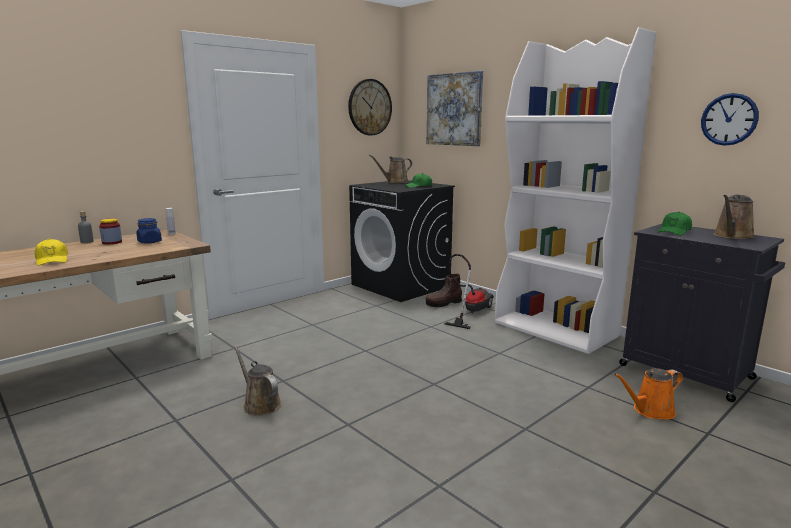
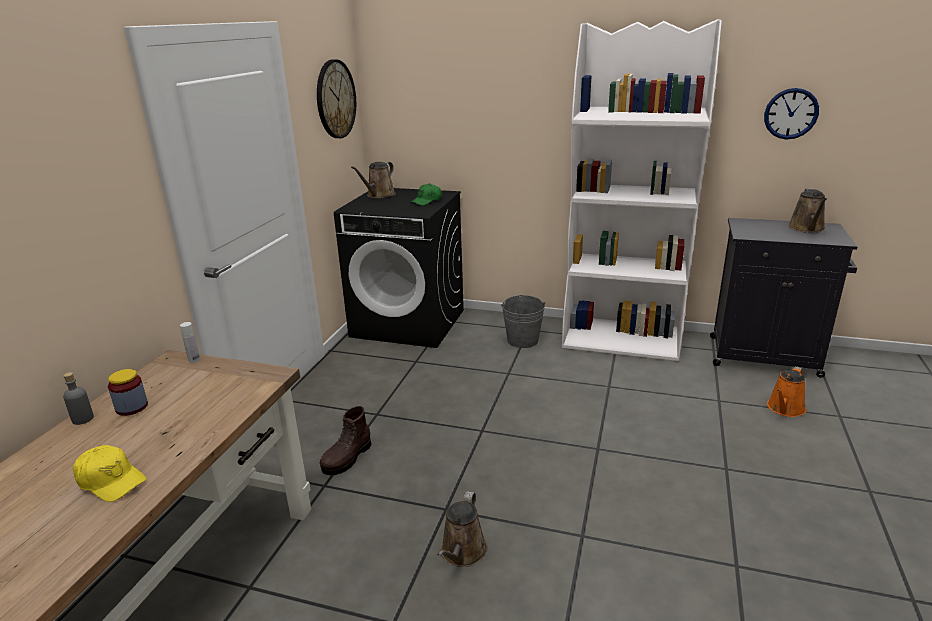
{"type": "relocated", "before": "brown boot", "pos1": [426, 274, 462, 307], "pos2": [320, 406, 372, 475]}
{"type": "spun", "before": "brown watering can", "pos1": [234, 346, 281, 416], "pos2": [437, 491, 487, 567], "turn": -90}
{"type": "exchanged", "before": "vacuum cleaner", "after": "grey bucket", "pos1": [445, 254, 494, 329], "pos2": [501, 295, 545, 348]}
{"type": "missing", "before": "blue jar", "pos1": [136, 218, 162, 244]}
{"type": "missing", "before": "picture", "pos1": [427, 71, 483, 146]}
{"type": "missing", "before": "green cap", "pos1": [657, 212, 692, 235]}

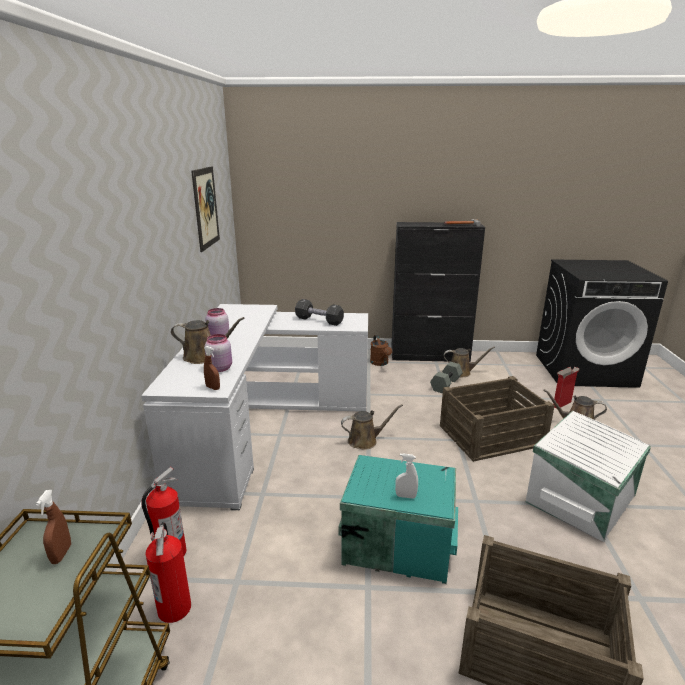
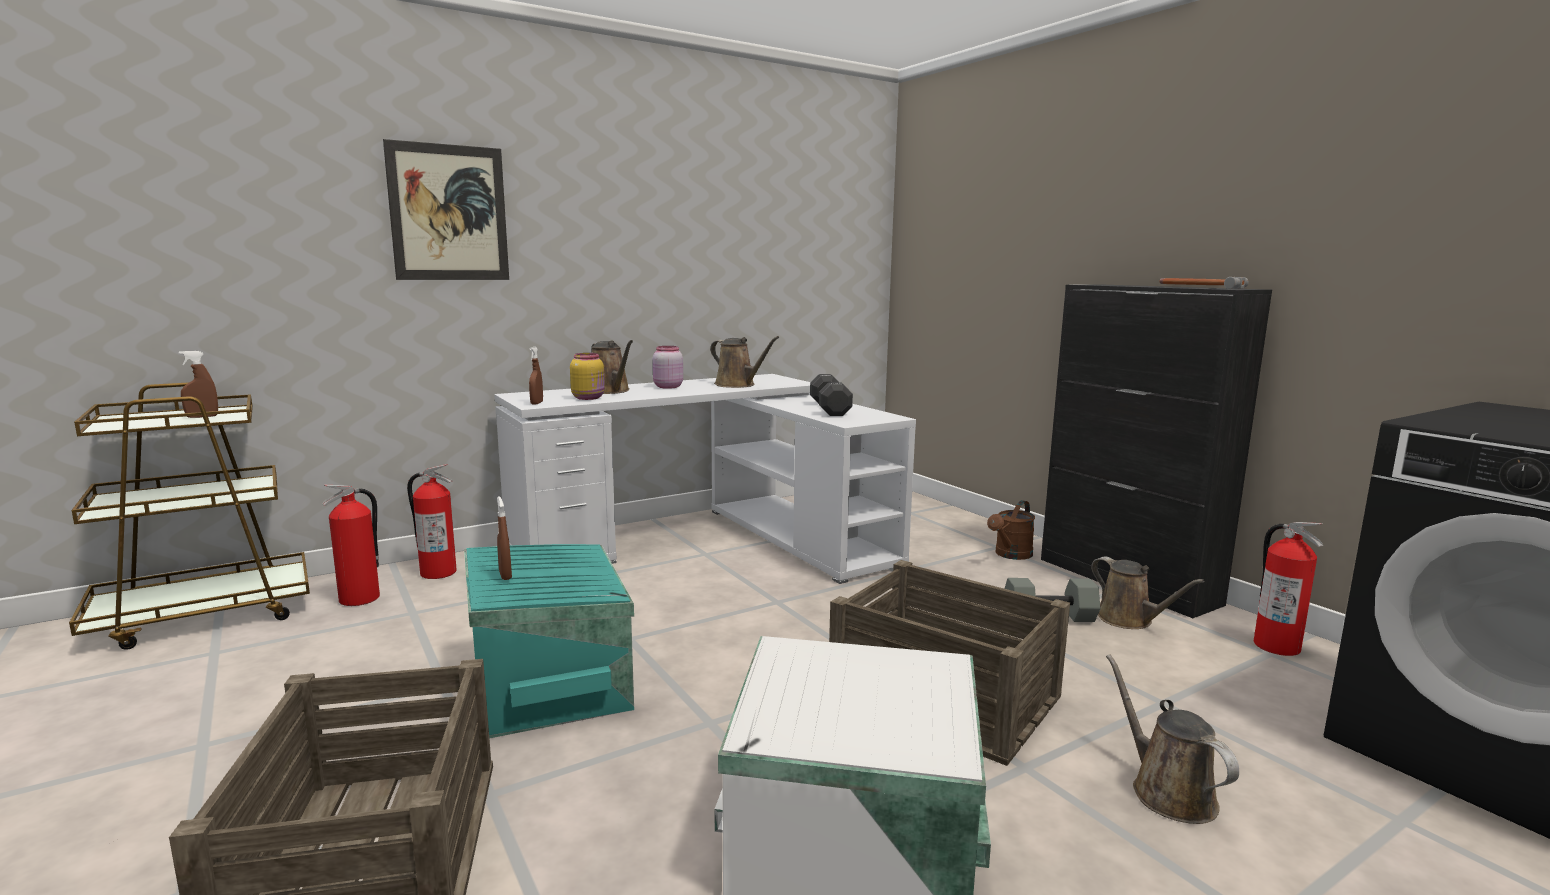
{"type": "relocated", "before": "picture", "pos1": [191, 166, 220, 252], "pos2": [383, 139, 509, 280]}
{"type": "colour", "before": "white spray bottle", "after": "brown spray bottle", "pos1": [395, 453, 418, 499], "pos2": [497, 496, 512, 580]}
{"type": "colour", "before": "pink jar", "after": "yellow jar", "pos1": [205, 334, 232, 372], "pos2": [570, 353, 605, 400]}
{"type": "relocated", "before": "brown watering can", "pos1": [341, 404, 403, 450], "pos2": [710, 336, 779, 388]}
{"type": "appeared", "after": "fire extinguisher", "pos2": [1254, 522, 1323, 656]}
{"type": "missing", "before": "cardboard box", "pos1": [553, 367, 580, 408]}

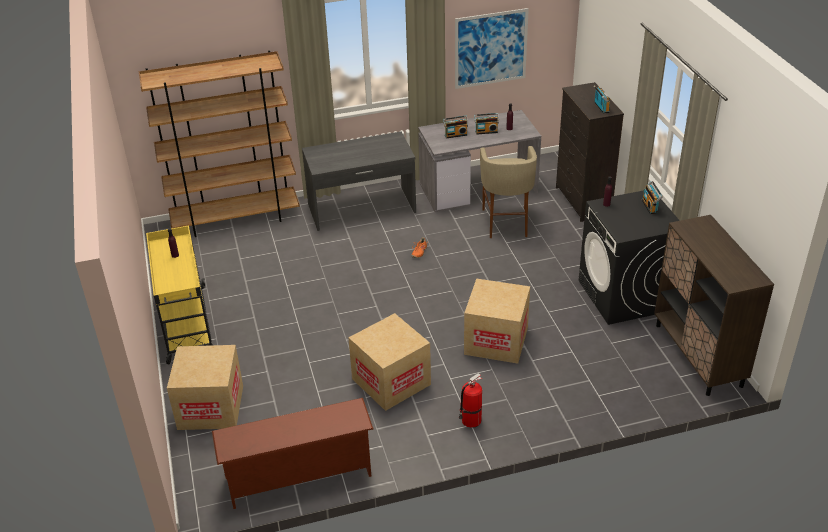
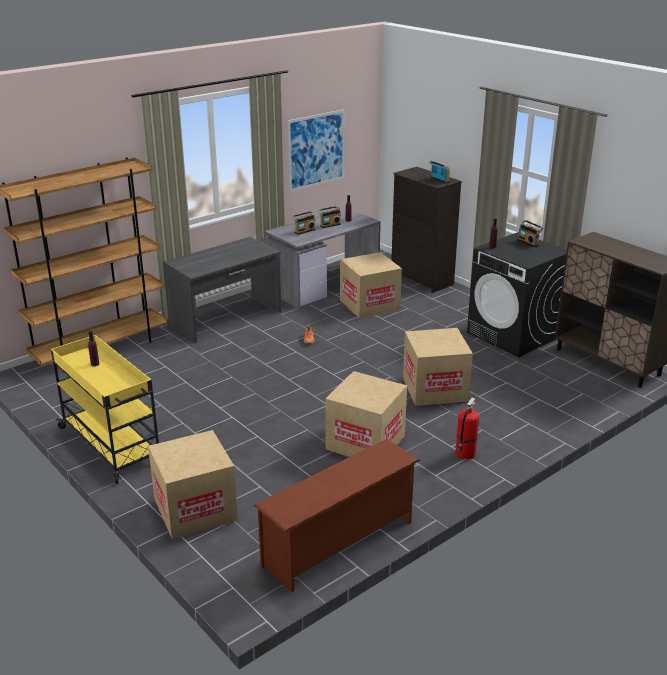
{"type": "exchanged", "before": "beige stool", "after": "cardboard box", "pos1": [480, 146, 537, 238], "pos2": [340, 252, 402, 319]}

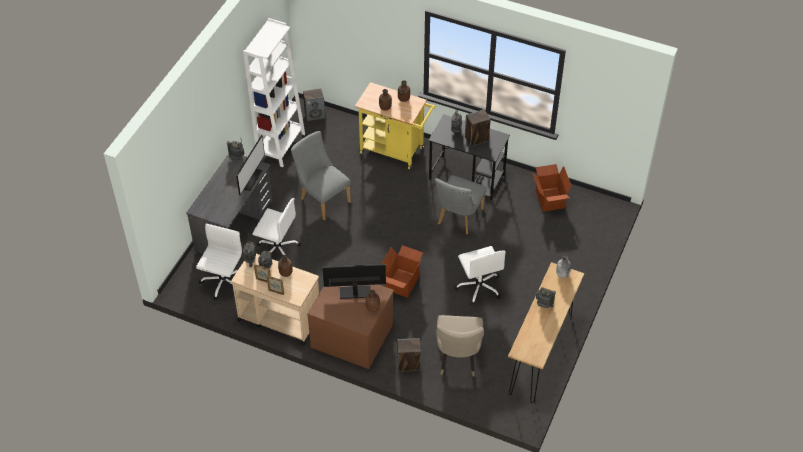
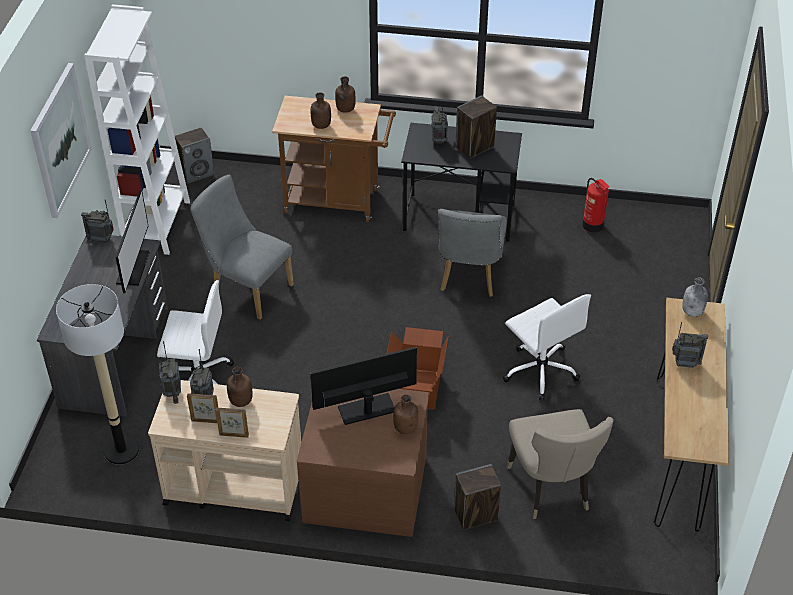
{"type": "appeared", "after": "picture", "pos2": [30, 63, 92, 218]}
{"type": "exchanged", "before": "white office chair", "after": "floor lamp", "pos1": [196, 224, 242, 301], "pos2": [56, 284, 139, 465]}
{"type": "colour", "before": "yellow cart", "after": "brown cart", "pos1": [355, 82, 435, 169], "pos2": [272, 96, 396, 222]}
{"type": "exchanged", "before": "cardboard box", "after": "fire extinguisher", "pos1": [532, 164, 572, 212], "pos2": [582, 178, 610, 232]}

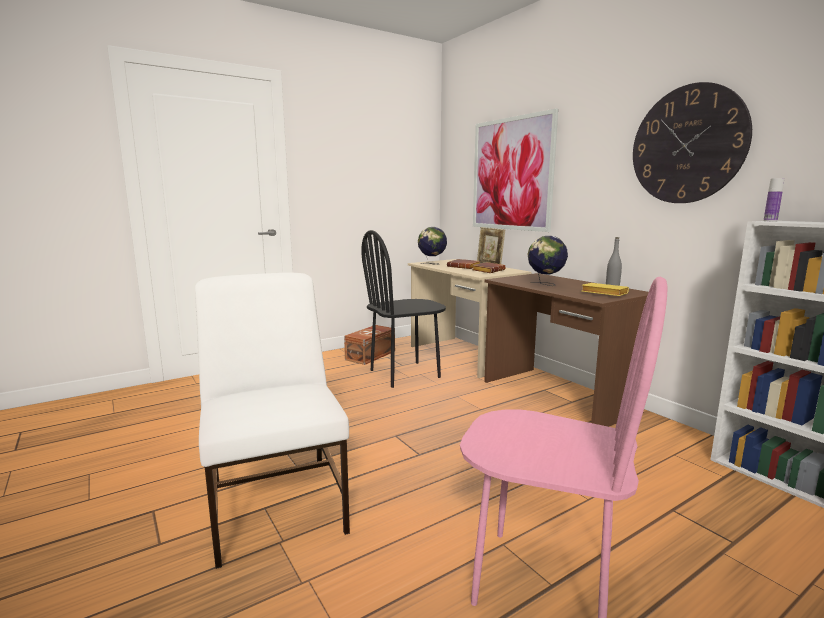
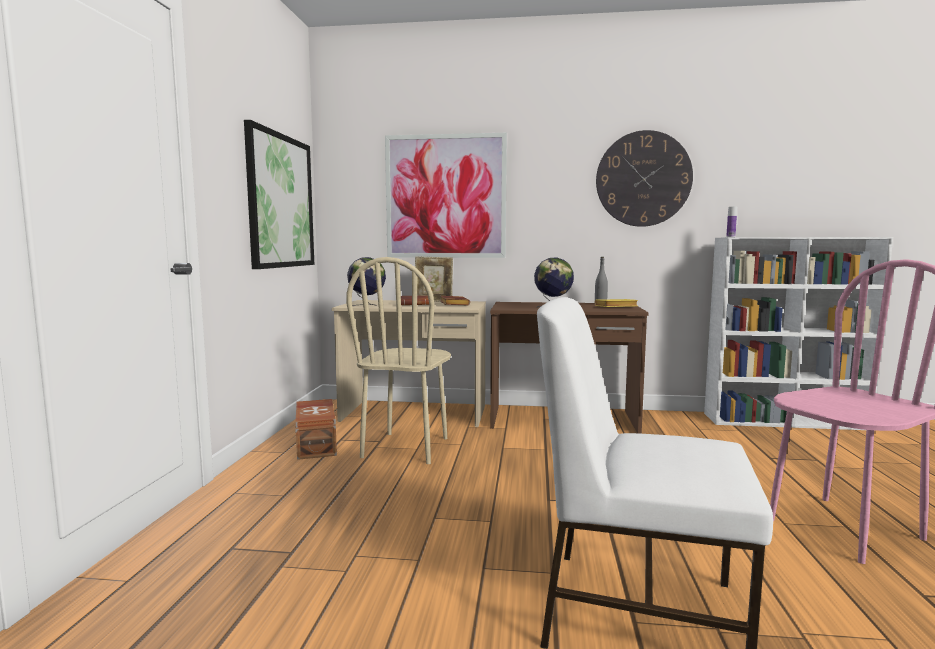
{"type": "appeared", "after": "picture", "pos2": [244, 120, 314, 269]}
{"type": "colour", "before": "black chair", "after": "beige chair", "pos1": [361, 230, 446, 388], "pos2": [346, 257, 451, 464]}

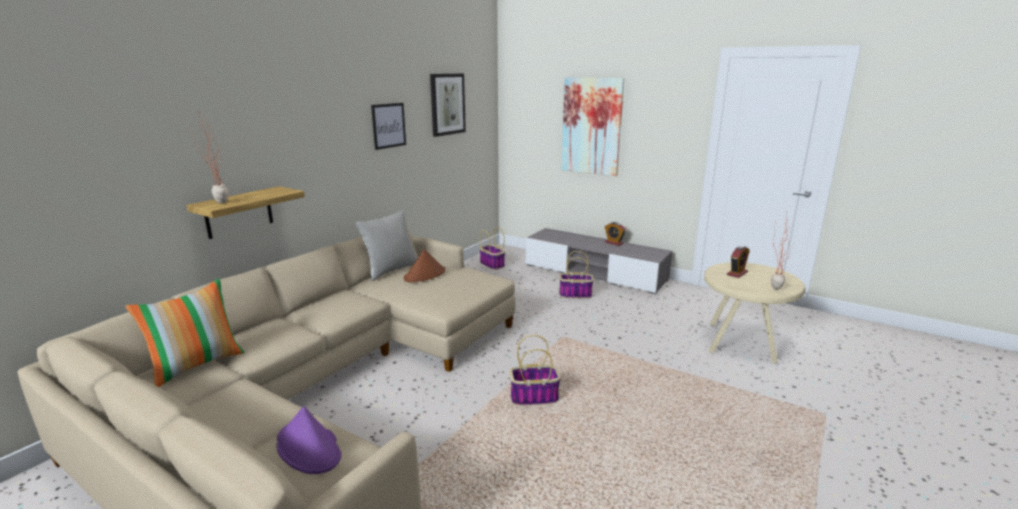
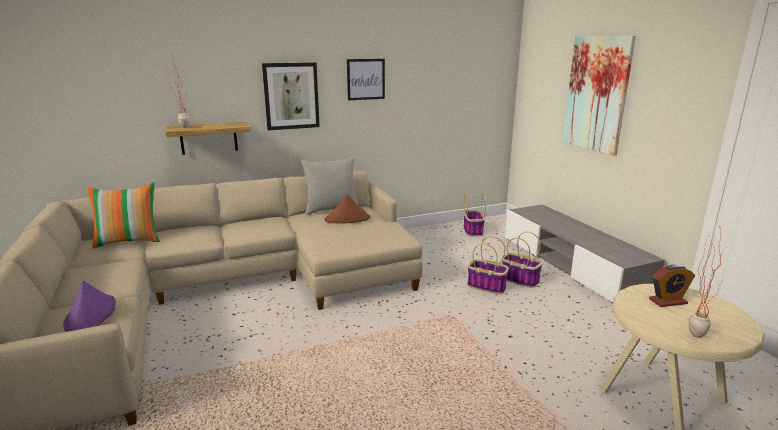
{"type": "relocated", "before": "picture", "pos1": [430, 74, 466, 137], "pos2": [262, 62, 320, 130]}
{"type": "relocated", "before": "basket", "pos1": [510, 335, 561, 405], "pos2": [467, 236, 509, 294]}
{"type": "missing", "before": "alarm clock", "pos1": [605, 222, 626, 246]}

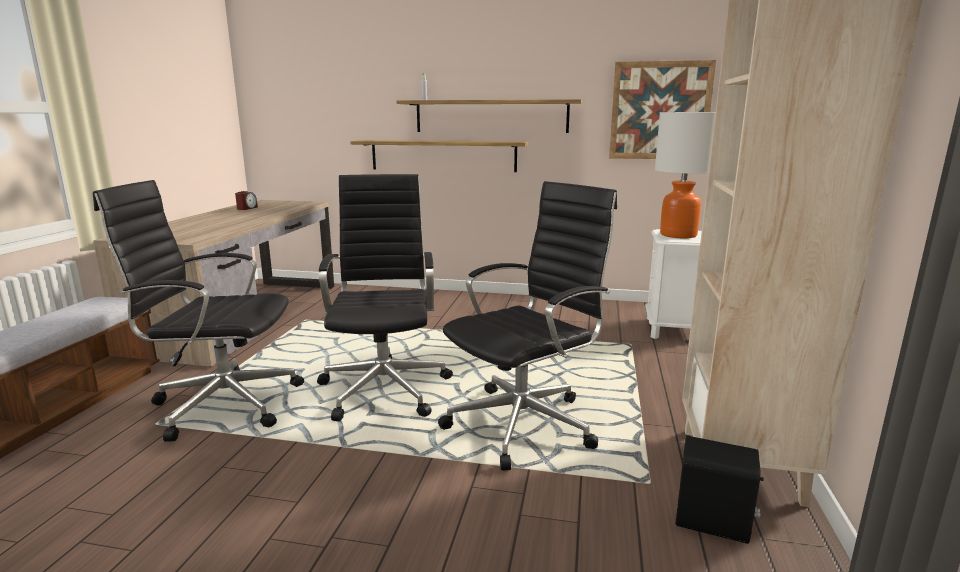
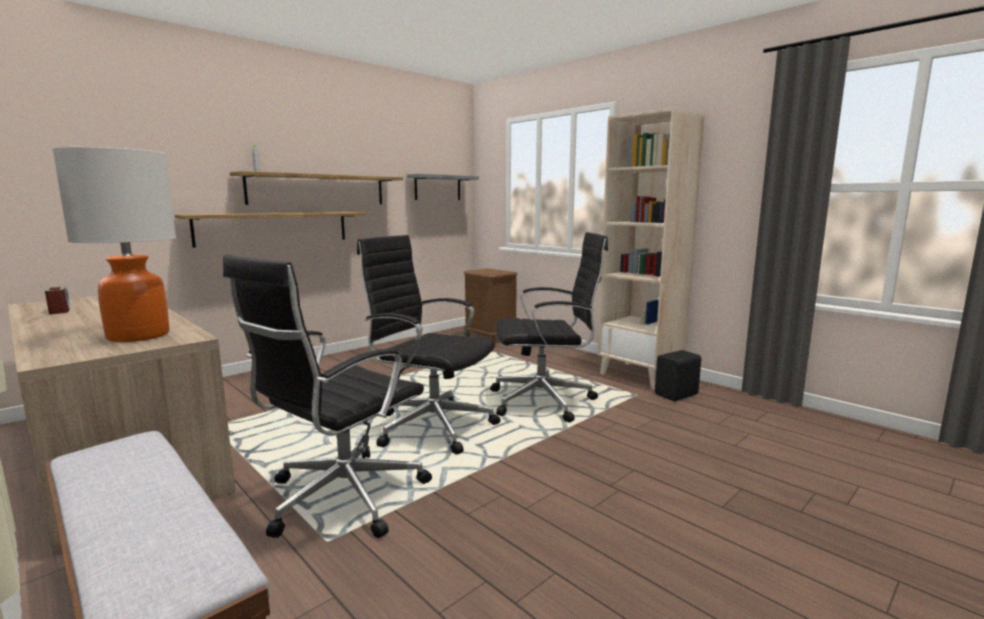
{"type": "relocated", "before": "table lamp", "pos1": [655, 112, 715, 238], "pos2": [53, 147, 176, 342]}
{"type": "exchanged", "before": "picture", "after": "grey shelf", "pos1": [609, 60, 716, 159], "pos2": [407, 174, 479, 200]}
{"type": "colour", "before": "white nightstand", "after": "brown nightstand", "pos1": [645, 229, 702, 339], "pos2": [463, 268, 518, 344]}
{"type": "spun", "before": "black office chair", "pos1": [438, 181, 617, 470], "pos2": [490, 232, 608, 422], "turn": 90}

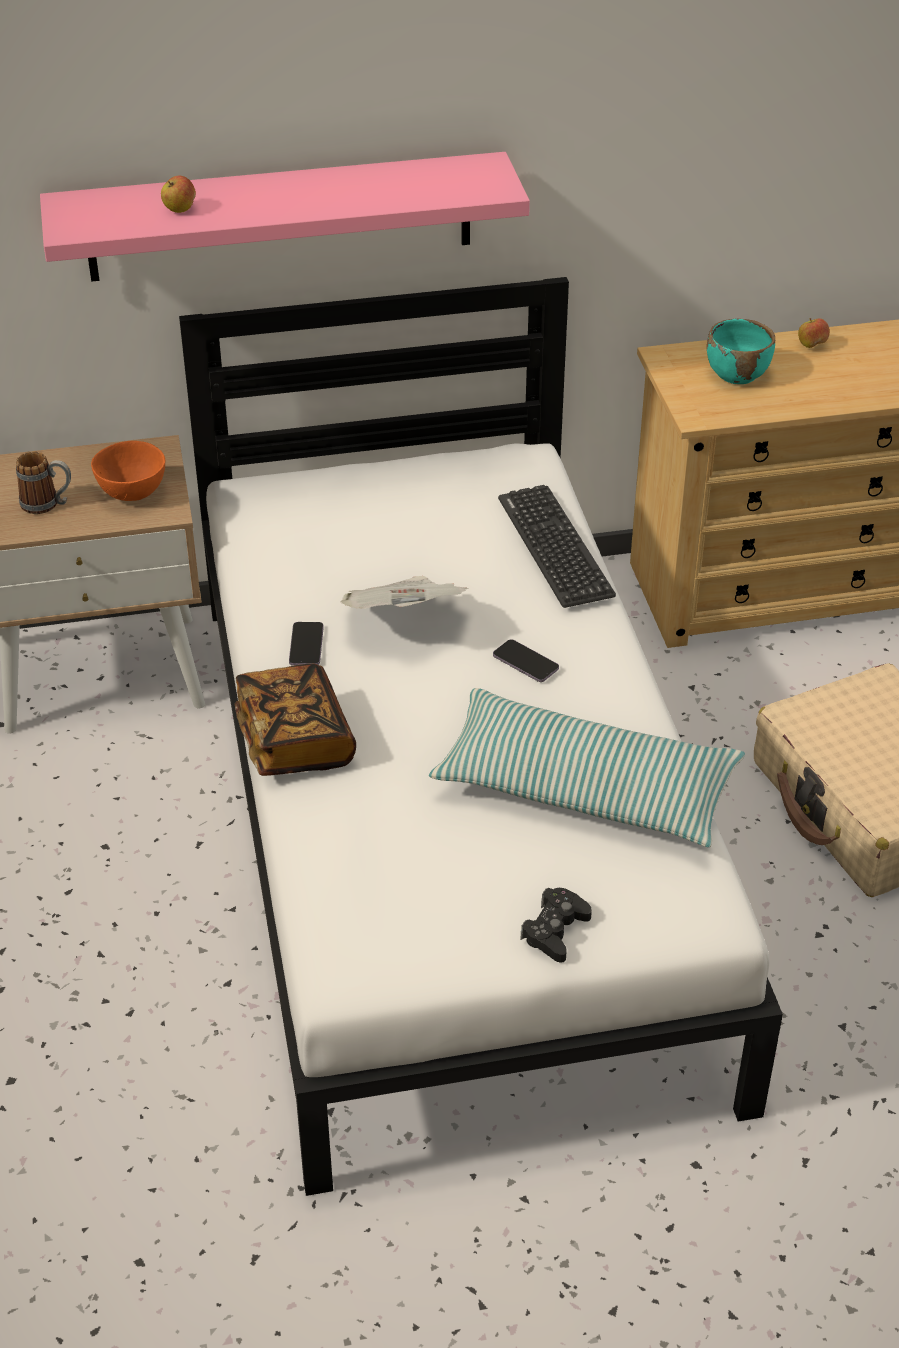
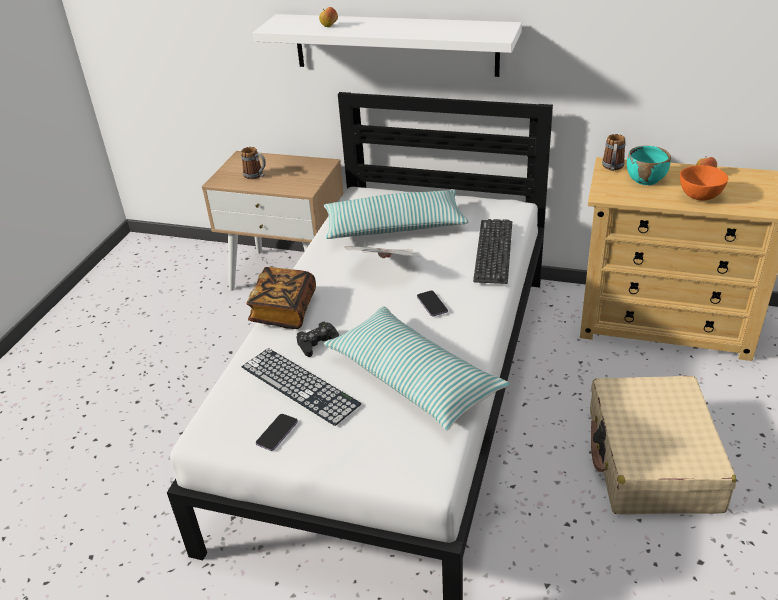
{"type": "appeared", "after": "keyboard", "pos2": [242, 348, 361, 426]}
{"type": "colour", "before": "pink shelf", "after": "white shelf", "pos1": [40, 152, 530, 282], "pos2": [253, 14, 522, 77]}
{"type": "relocated", "before": "phone", "pos1": [289, 622, 324, 666], "pos2": [256, 414, 298, 451]}
{"type": "relocated", "before": "black game controller", "pos1": [520, 888, 592, 963], "pos2": [296, 322, 339, 357]}
{"type": "appeared", "after": "pillow", "pos2": [324, 190, 468, 239]}
{"type": "appeared", "after": "mug", "pos2": [602, 134, 626, 171]}
{"type": "relocated", "before": "orange bowl", "pos1": [91, 441, 165, 501], "pos2": [680, 165, 728, 201]}

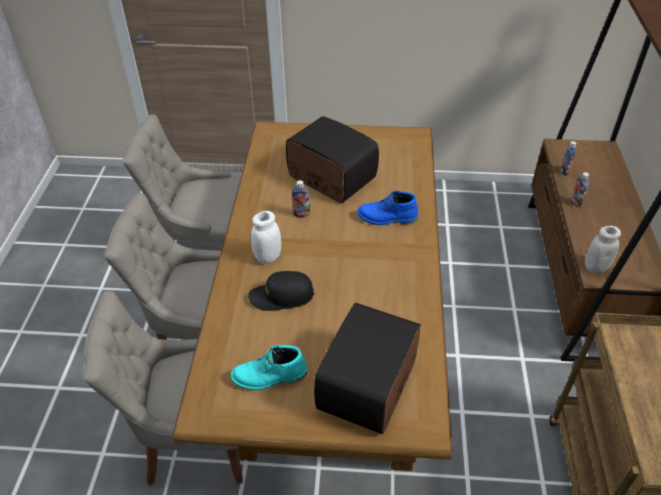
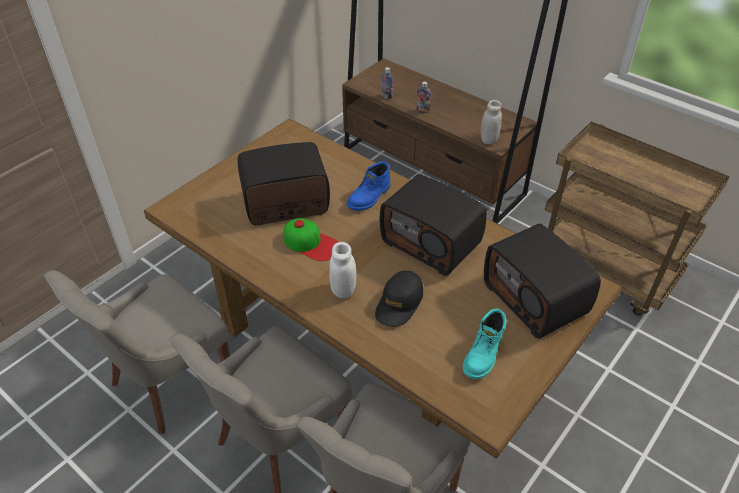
{"type": "exchanged", "before": "bottle", "after": "cap", "pos1": [291, 180, 310, 218], "pos2": [284, 218, 338, 261]}
{"type": "appeared", "after": "radio", "pos2": [380, 174, 487, 276]}

